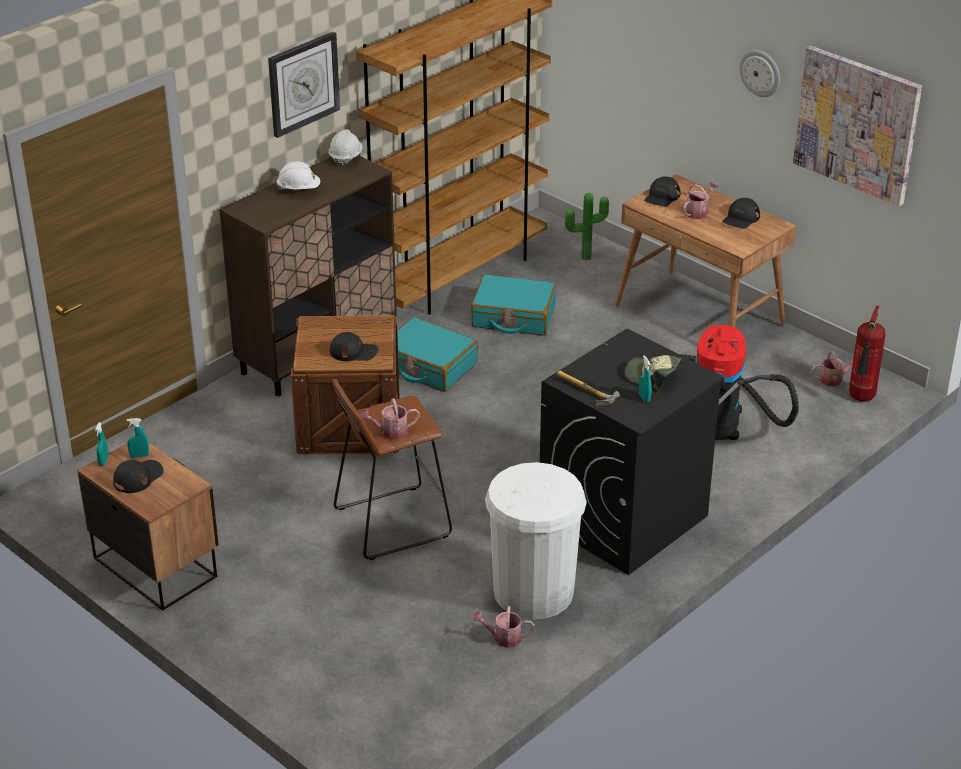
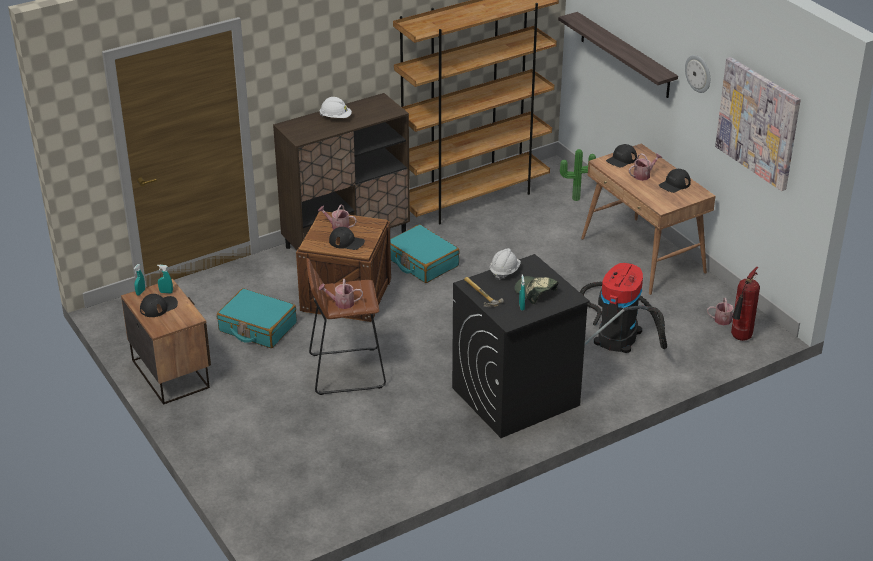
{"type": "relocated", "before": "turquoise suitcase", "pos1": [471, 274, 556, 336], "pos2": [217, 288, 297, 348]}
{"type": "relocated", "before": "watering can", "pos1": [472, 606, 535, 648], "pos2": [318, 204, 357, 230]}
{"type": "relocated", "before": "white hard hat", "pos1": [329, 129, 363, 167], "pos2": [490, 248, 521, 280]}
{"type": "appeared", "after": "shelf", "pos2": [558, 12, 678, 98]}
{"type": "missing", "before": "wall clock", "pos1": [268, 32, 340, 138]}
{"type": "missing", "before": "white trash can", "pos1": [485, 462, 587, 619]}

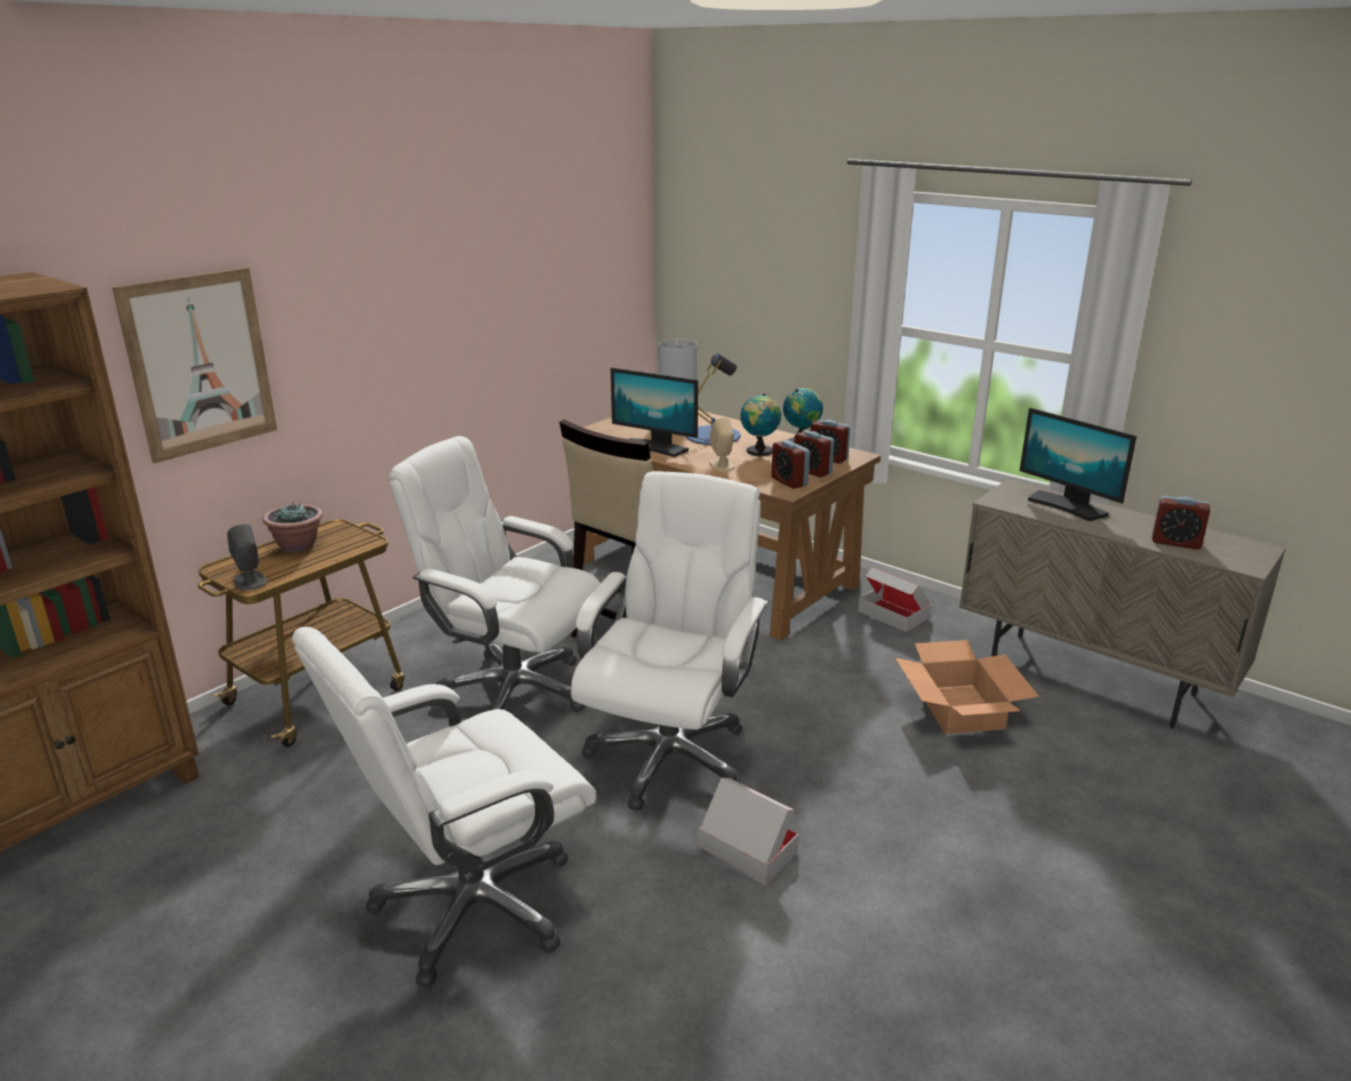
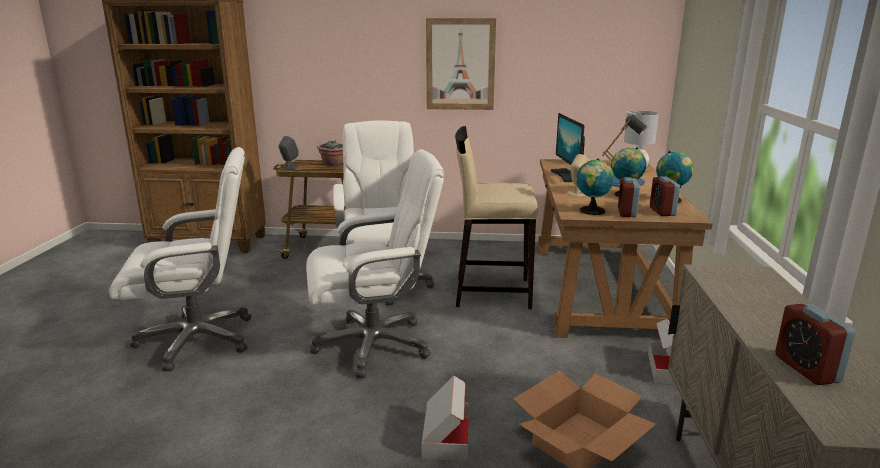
{"type": "spun", "before": "white office chair", "pos1": [292, 627, 596, 988], "pos2": [109, 147, 251, 372], "turn": 150}
{"type": "relocated", "before": "cardboard box", "pos1": [698, 777, 799, 884], "pos2": [422, 375, 469, 461]}
{"type": "relocated", "before": "picture", "pos1": [112, 268, 277, 463], "pos2": [426, 18, 496, 110]}
{"type": "exchanged", "before": "alarm clock", "after": "globe", "pos1": [771, 440, 810, 489], "pos2": [576, 159, 614, 215]}
{"type": "missing", "before": "monitor", "pos1": [1019, 408, 1137, 521]}

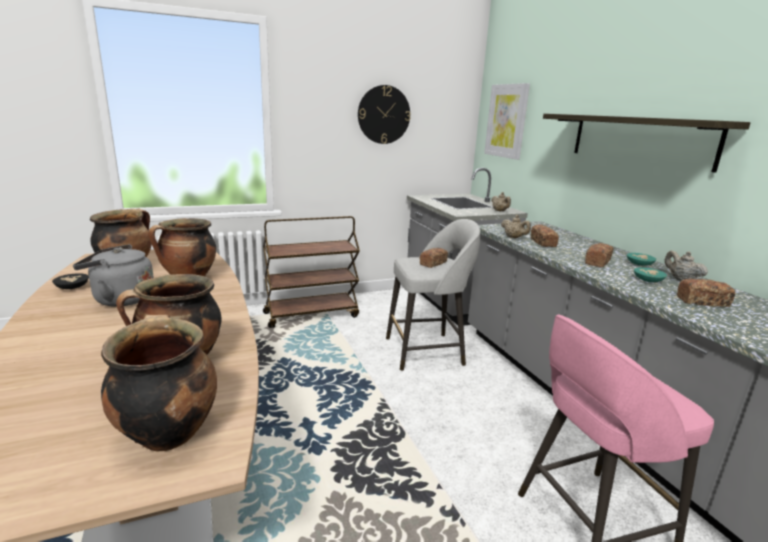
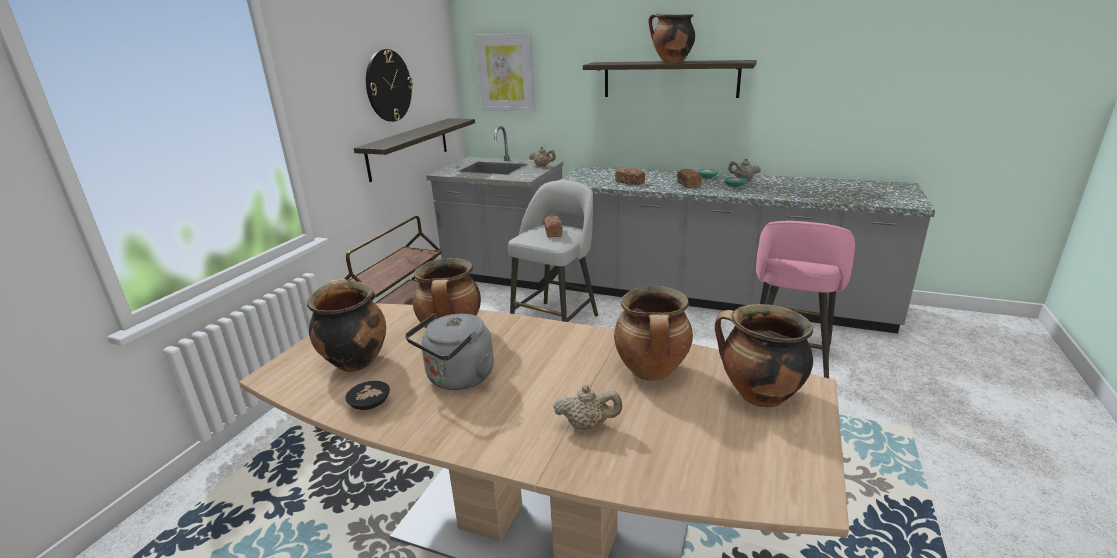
{"type": "appeared", "after": "shelf", "pos2": [354, 118, 475, 182]}
{"type": "relocated", "before": "beige teapot", "pos1": [501, 215, 531, 238], "pos2": [553, 385, 622, 430]}
{"type": "appeared", "after": "cooking pot", "pos2": [648, 14, 695, 62]}
{"type": "missing", "before": "bread", "pos1": [677, 279, 735, 307]}

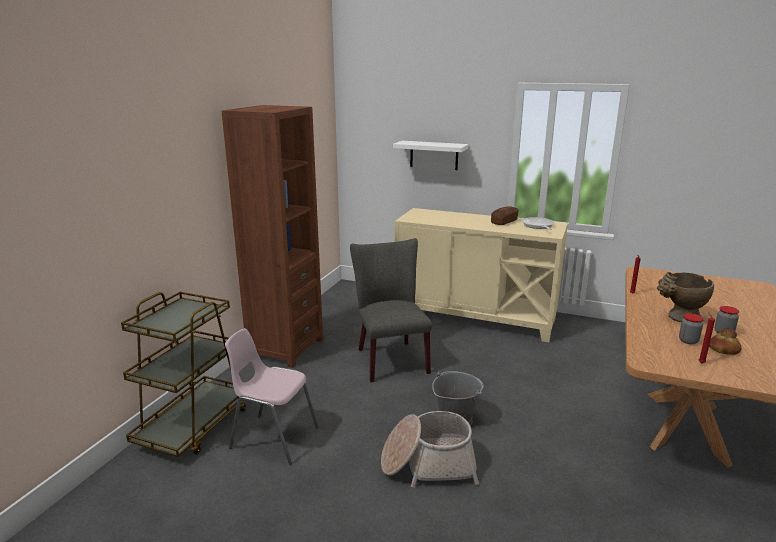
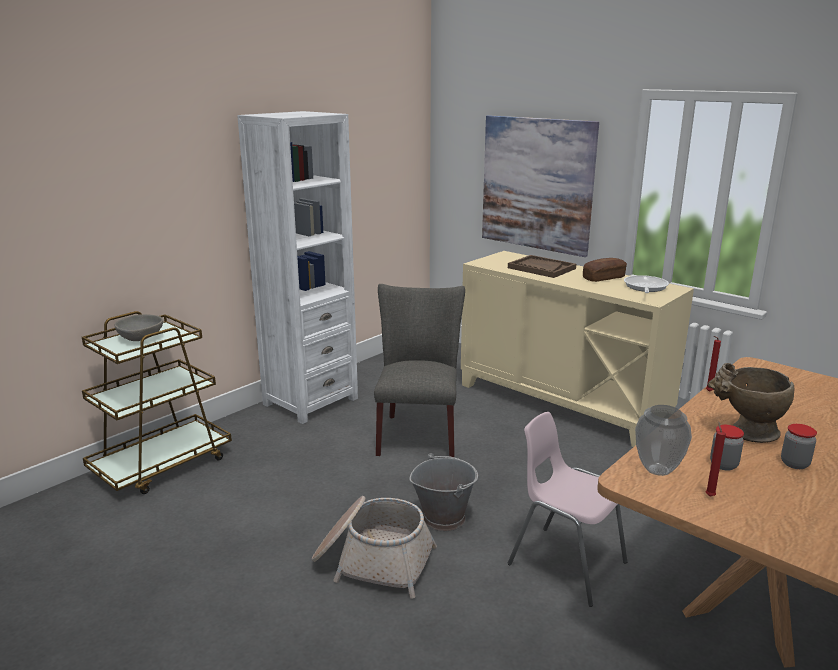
{"type": "appeared", "after": "grey bowl", "pos2": [114, 314, 163, 341]}
{"type": "colour", "before": "brown bookcase", "after": "white bookcase", "pos1": [222, 105, 323, 368], "pos2": [237, 111, 358, 424]}
{"type": "exchanged", "before": "white shelf", "after": "picture", "pos1": [393, 141, 468, 170], "pos2": [482, 115, 599, 257]}
{"type": "appeared", "after": "brown tray", "pos2": [508, 255, 576, 278]}
{"type": "relocated", "before": "pink chair", "pos1": [225, 328, 319, 465], "pos2": [508, 412, 627, 607]}
{"type": "appeared", "after": "vase", "pos2": [635, 405, 692, 476]}
{"type": "missing", "before": "bread", "pos1": [709, 328, 742, 355]}

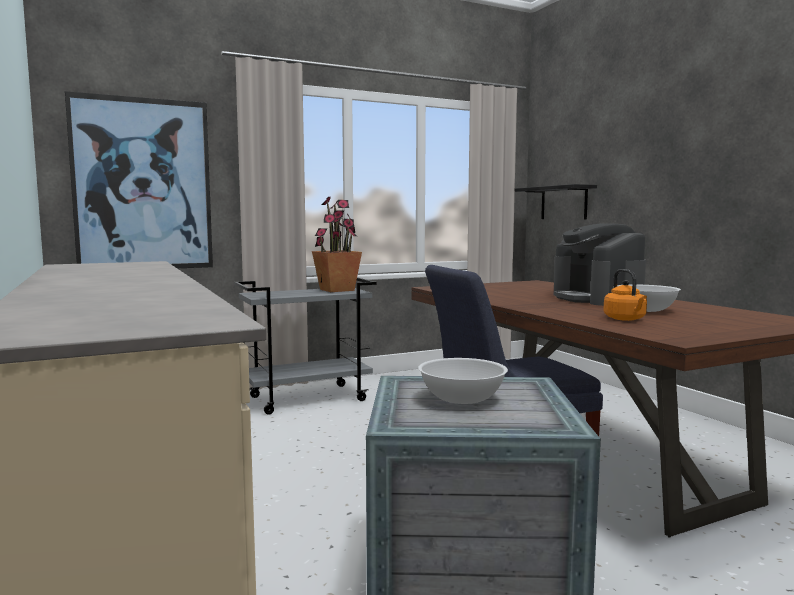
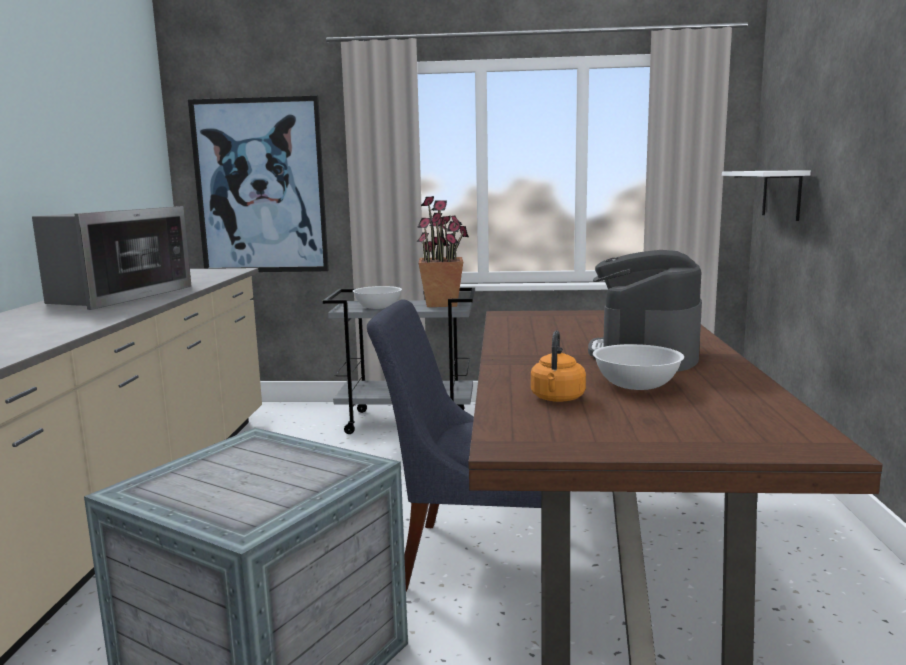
{"type": "appeared", "after": "microwave", "pos2": [32, 206, 192, 310]}
{"type": "relocated", "before": "white bowl", "pos1": [418, 358, 508, 404], "pos2": [353, 286, 402, 309]}
{"type": "colour", "before": "black shelf", "after": "white shelf", "pos1": [514, 184, 597, 219], "pos2": [722, 171, 811, 221]}

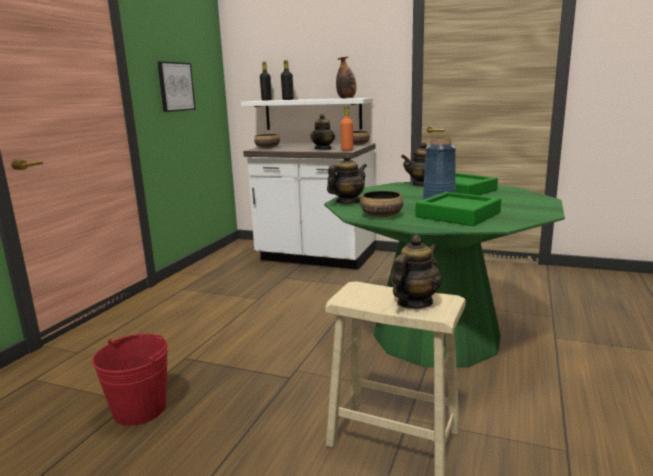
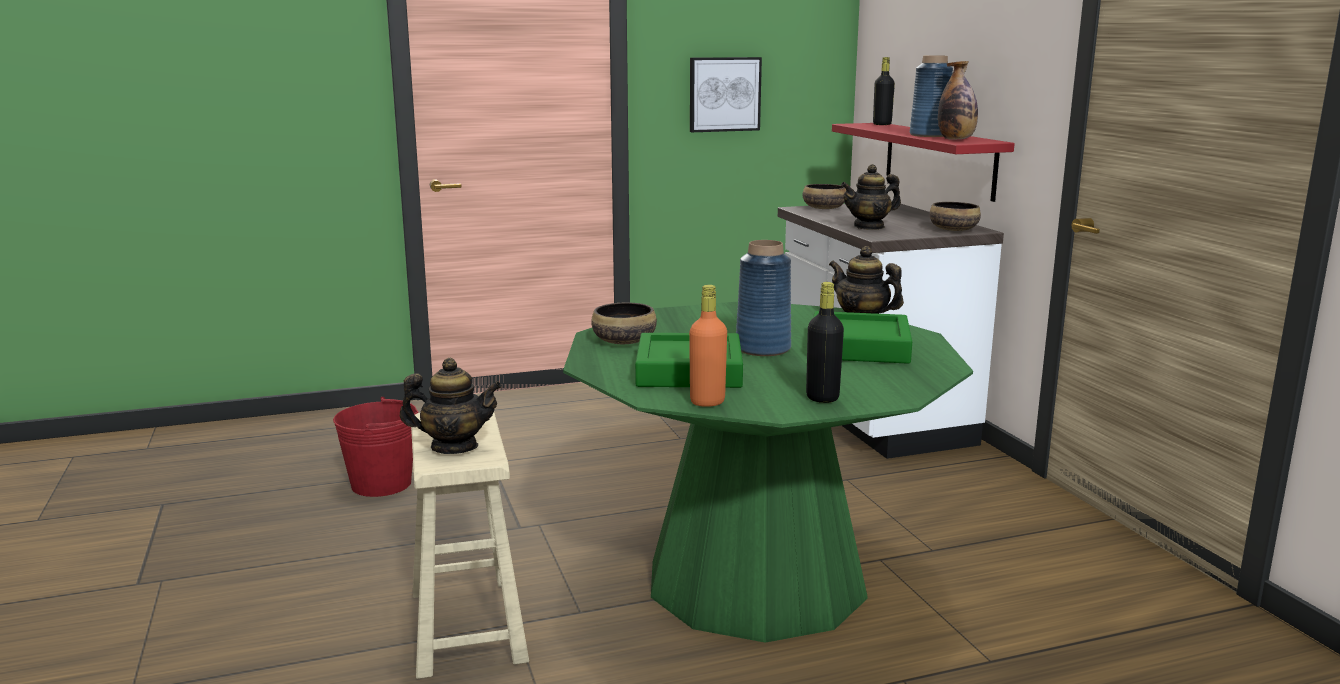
{"type": "relocated", "before": "orange bottle", "pos1": [340, 106, 353, 151], "pos2": [689, 285, 727, 407]}
{"type": "relocated", "before": "black bottle", "pos1": [281, 60, 293, 100], "pos2": [806, 282, 844, 403]}
{"type": "colour", "before": "white shelf", "after": "red shelf", "pos1": [241, 98, 373, 130], "pos2": [832, 123, 1015, 202]}
{"type": "appeared", "after": "blue vase", "pos2": [910, 56, 953, 137]}
{"type": "missing", "before": "teapot", "pos1": [327, 154, 367, 204]}

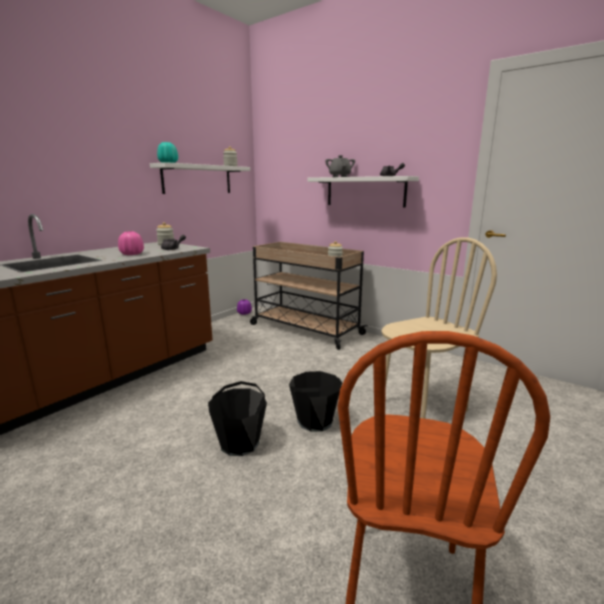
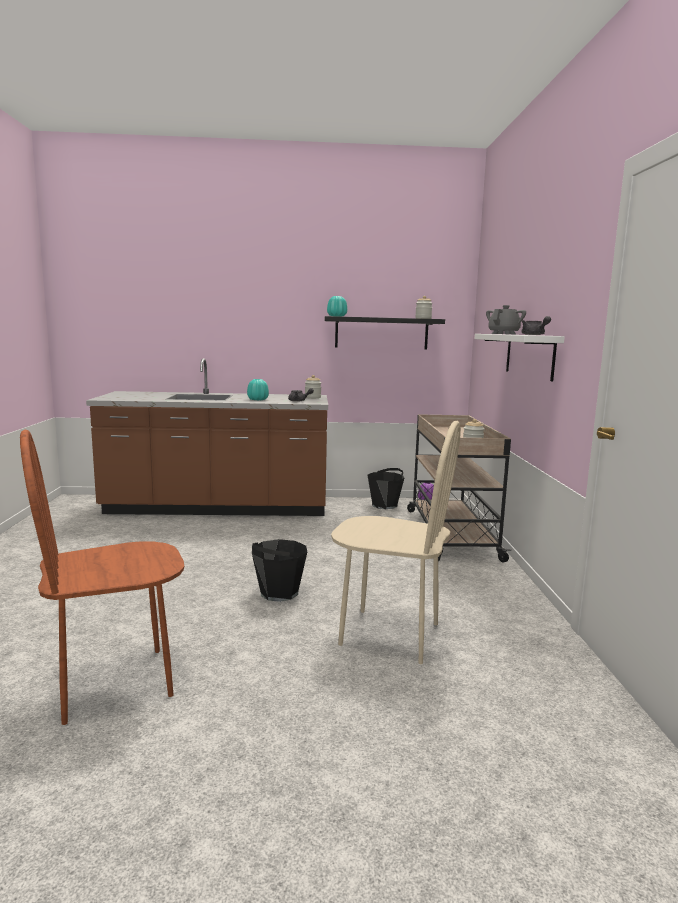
{"type": "colour", "before": "pink vase", "after": "turquoise vase", "pos1": [118, 231, 144, 255], "pos2": [247, 379, 269, 400]}
{"type": "colour", "before": "white shelf", "after": "black shelf", "pos1": [150, 162, 250, 194], "pos2": [324, 316, 445, 349]}
{"type": "relocated", "before": "black bucket", "pos1": [208, 381, 267, 456], "pos2": [368, 468, 404, 510]}

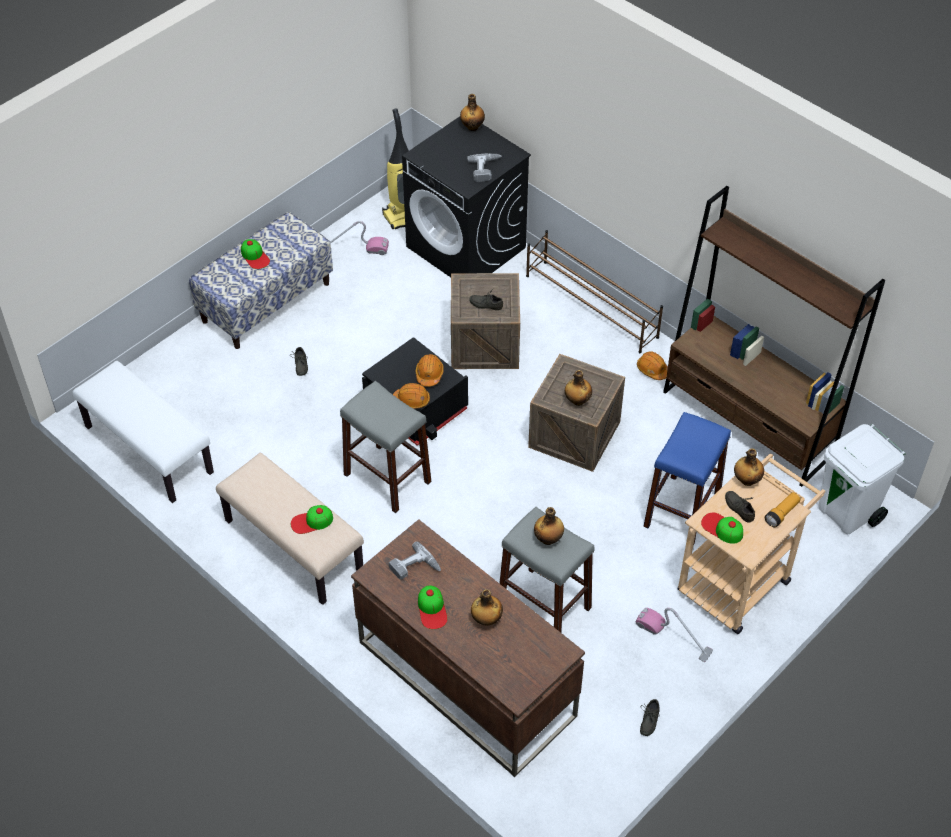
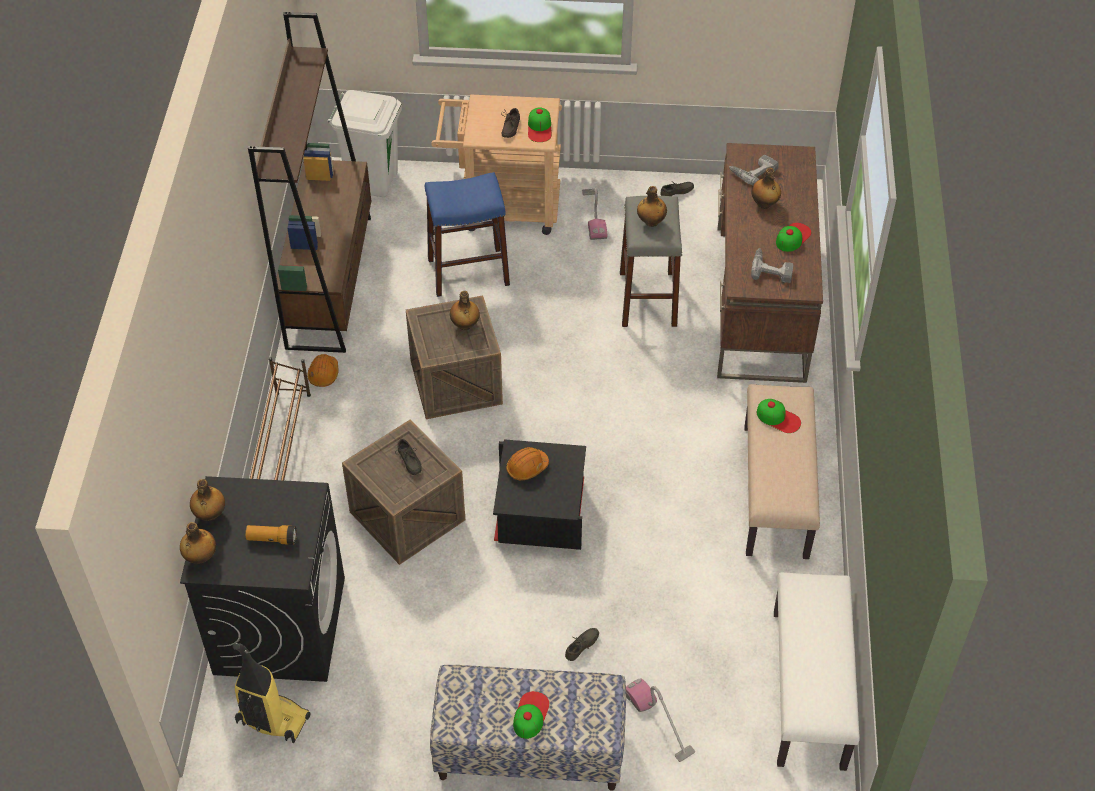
{"type": "relocated", "before": "bottle", "pos1": [734, 448, 764, 486], "pos2": [190, 479, 225, 521]}
{"type": "relocated", "before": "flashlight", "pos1": [765, 492, 800, 528], "pos2": [245, 525, 297, 545]}
{"type": "relocated", "before": "vacuum cleaner", "pos1": [329, 221, 389, 255], "pos2": [626, 678, 695, 762]}
{"type": "relocated", "before": "power drill", "pos1": [467, 154, 501, 182], "pos2": [729, 155, 779, 185]}
{"type": "missing", "before": "grey stool", "pos1": [340, 381, 431, 513]}
{"type": "missing", "before": "orange hard hat", "pos1": [393, 383, 430, 409]}

